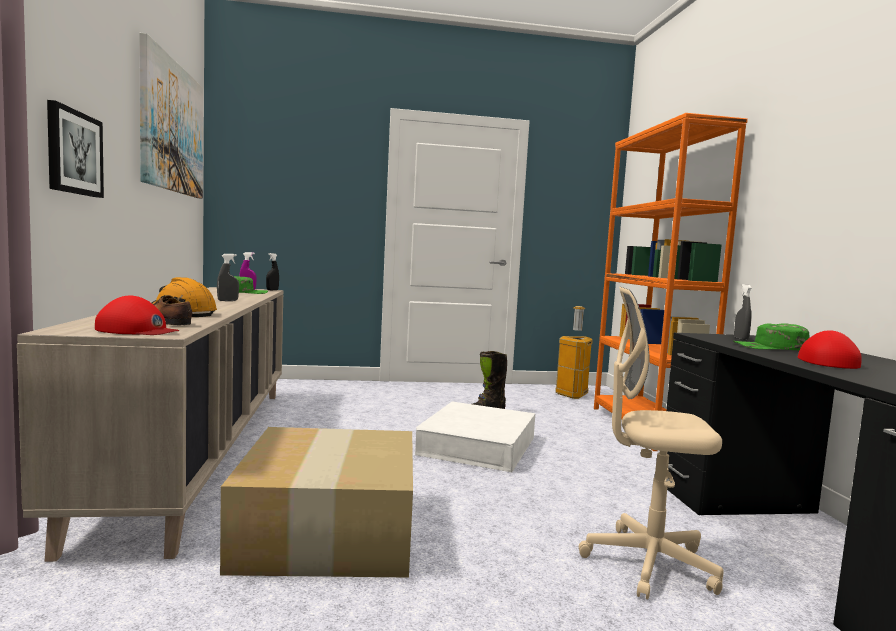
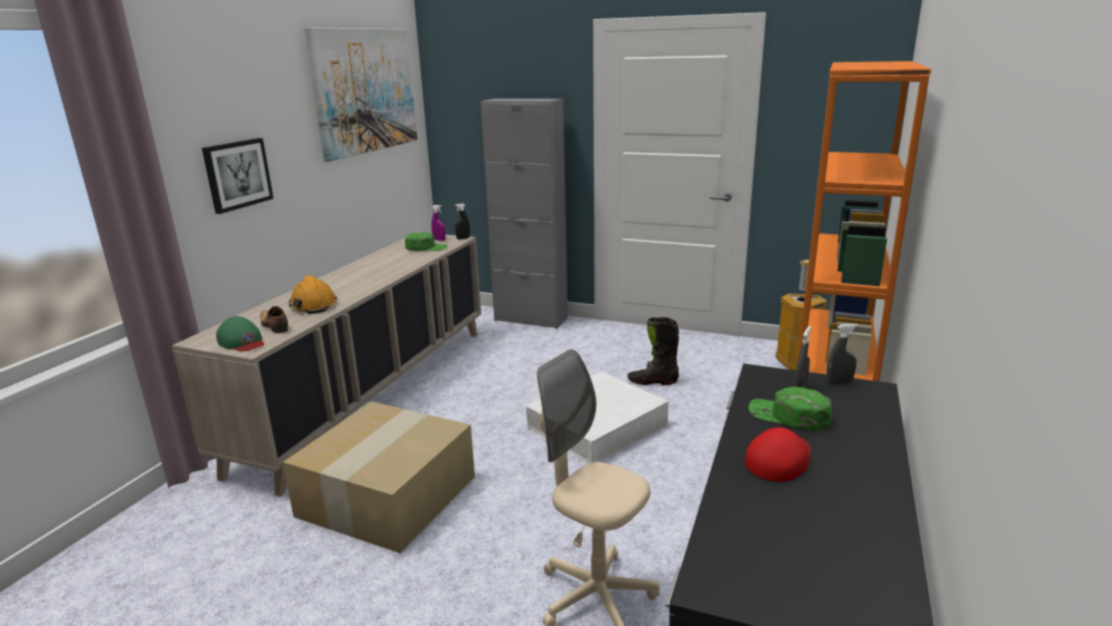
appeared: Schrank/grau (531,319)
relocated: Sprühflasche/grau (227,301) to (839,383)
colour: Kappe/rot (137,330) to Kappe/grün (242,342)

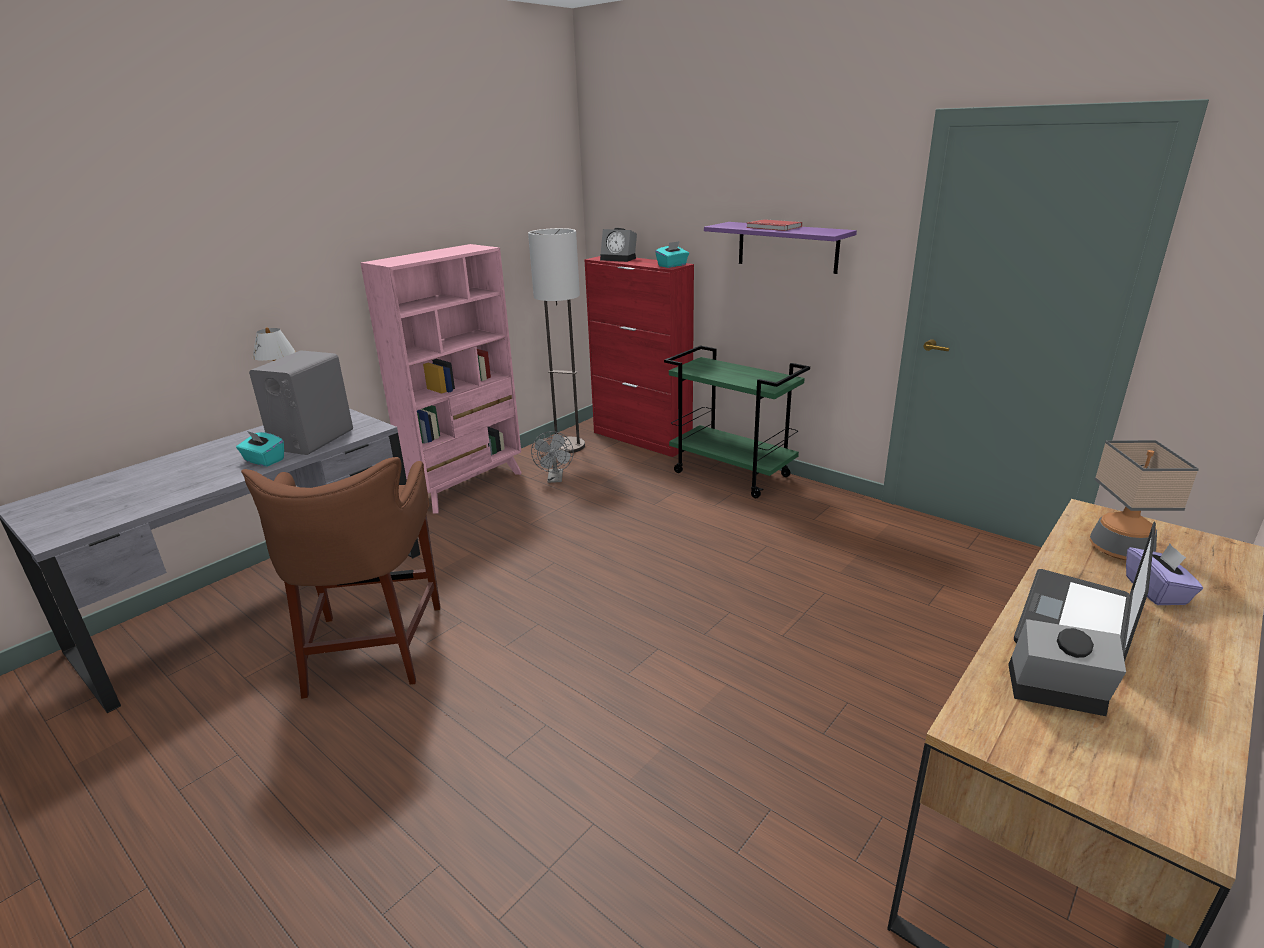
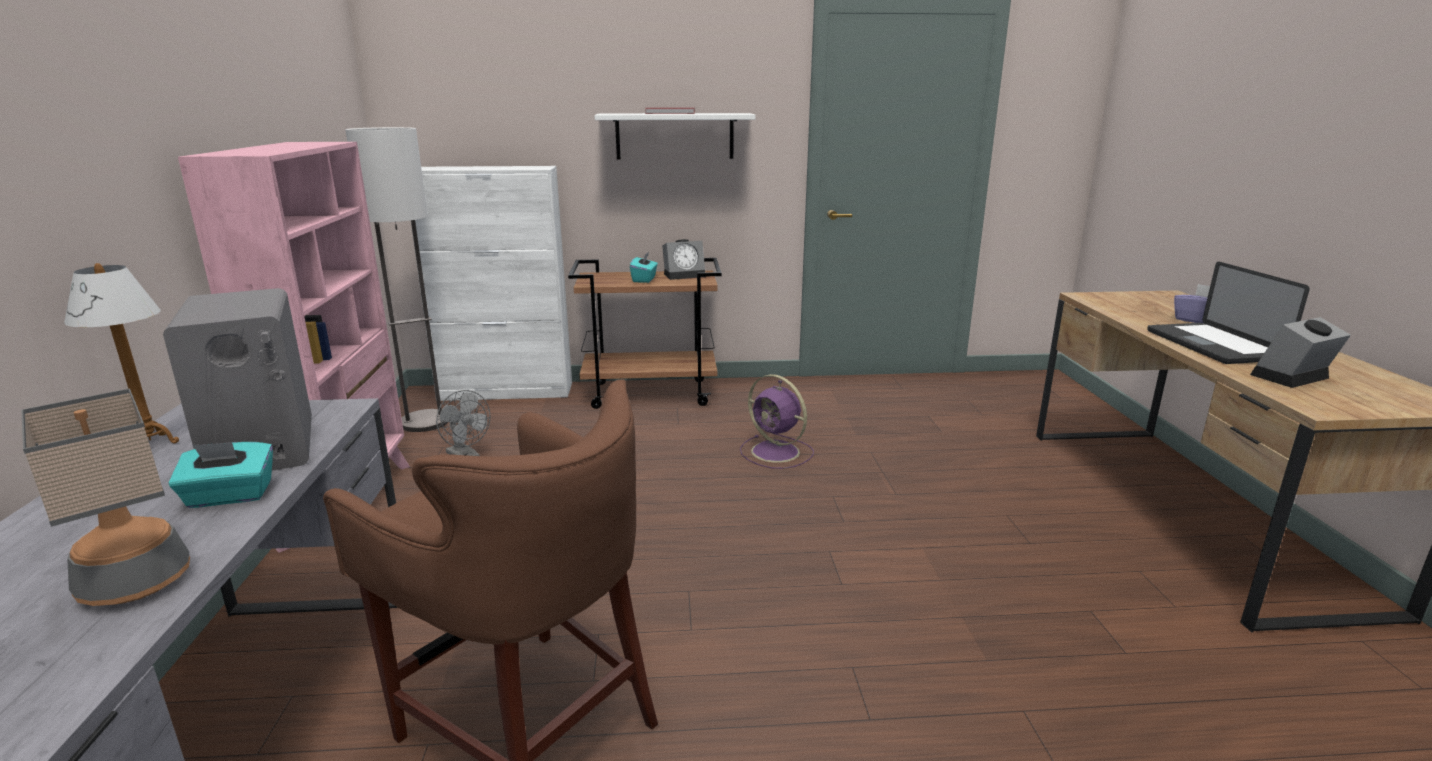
appeared: Ventilator/lila (777,452)
relocated: Wecker (620,259) to (685,275); Taschentuchbox/türkis (672,265) to (644,279); Tischlampe (1120,550) to (135,584)
colour: Wandregal/lila (787,247) to Wandregal/weiß (674,136); Schrank/rot (642,439) to Schrank/weiß (507,391); Rollwagen/grün (732,474) to Rollwagen/braun (651,393)

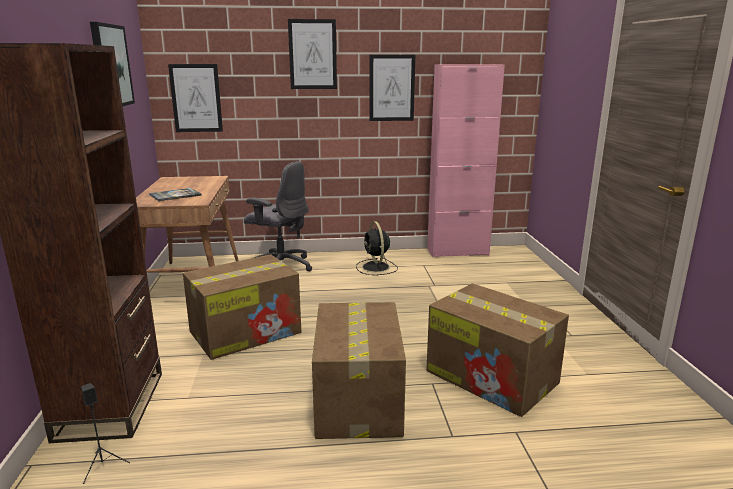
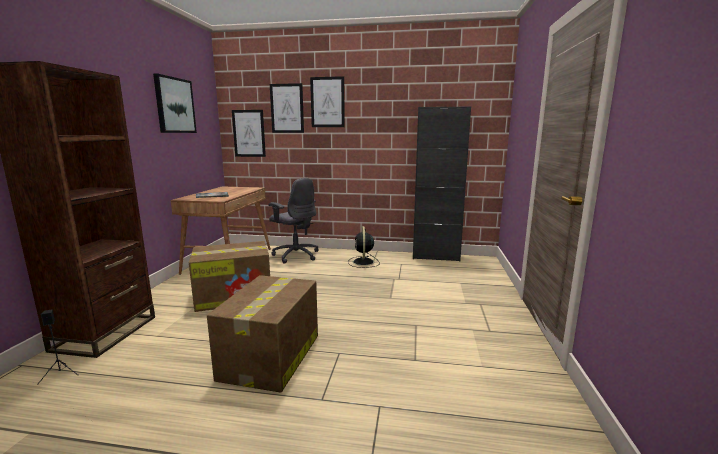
missing: Karton (493,377)
relocated: Bild (391,88) to (287,108)
colour: Schrank/rosa (457,252) to Schrank/schwarz (435,257)

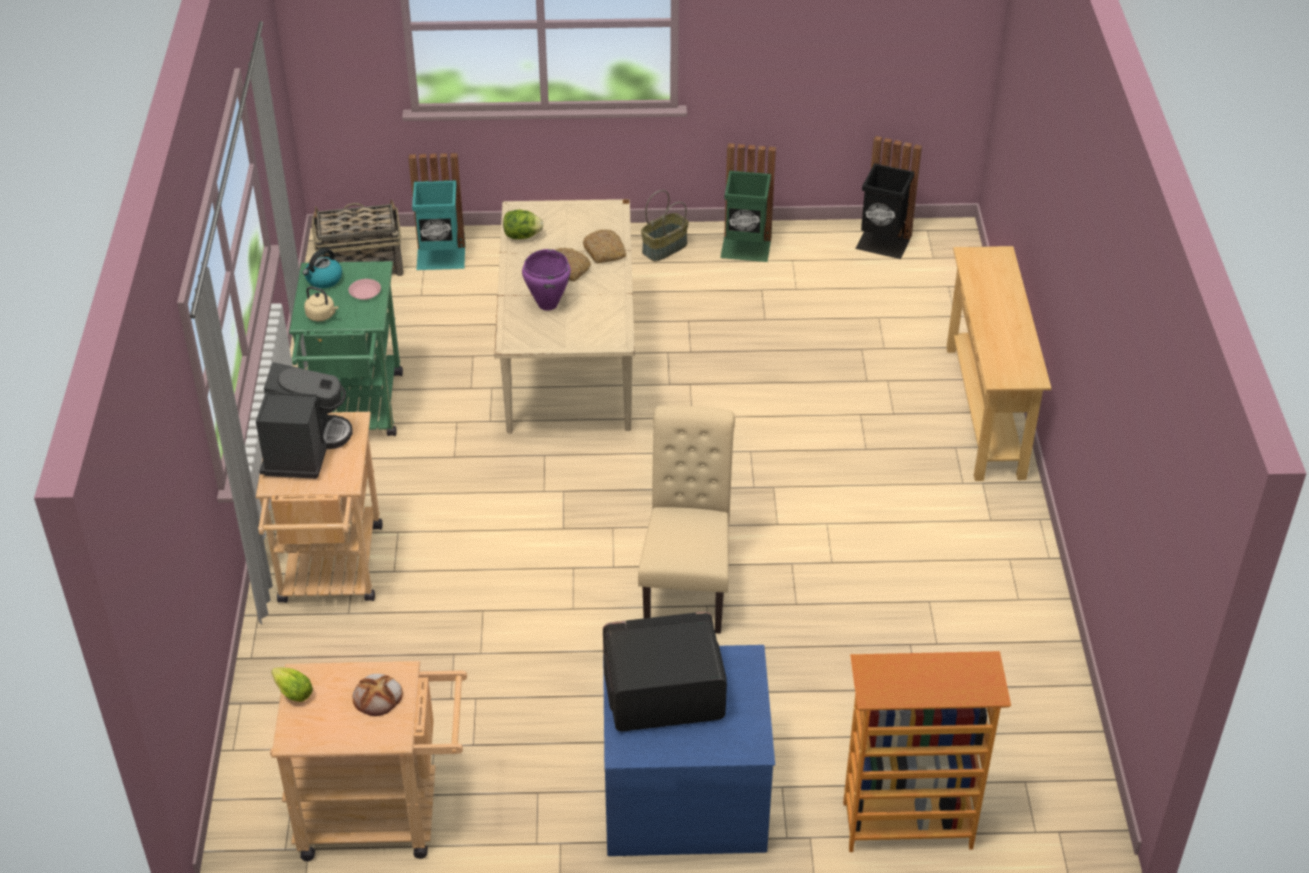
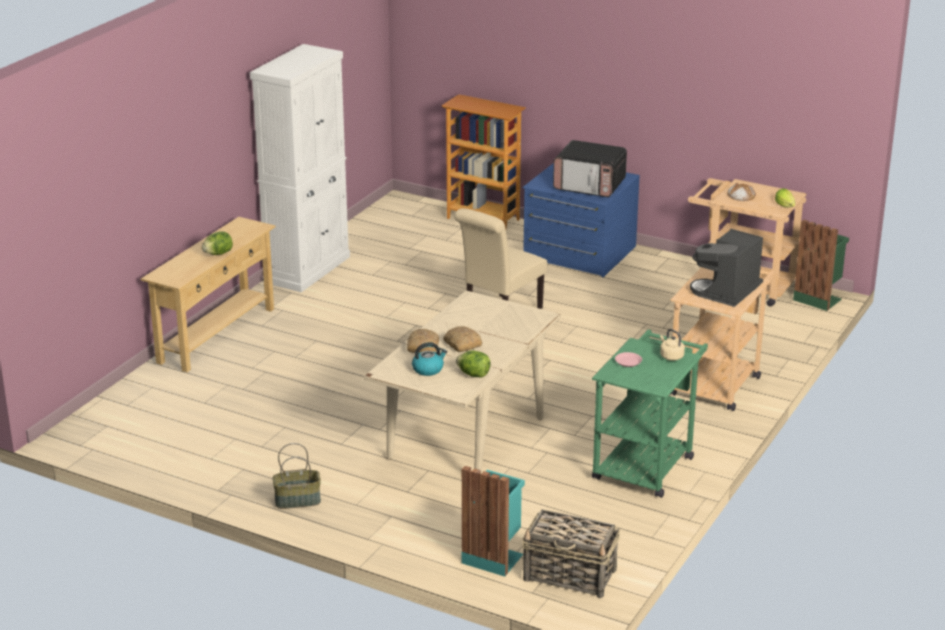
missing: Mülleimer/schwarz (883,244); Kochtopf/lila (547,304)
appeared: Schrank/weiß (307,269); Salatkopf (218,254)
relocated: Mülleimer/grün (746,249) to (818,298); Wasserkessel (323,279) to (428,369)

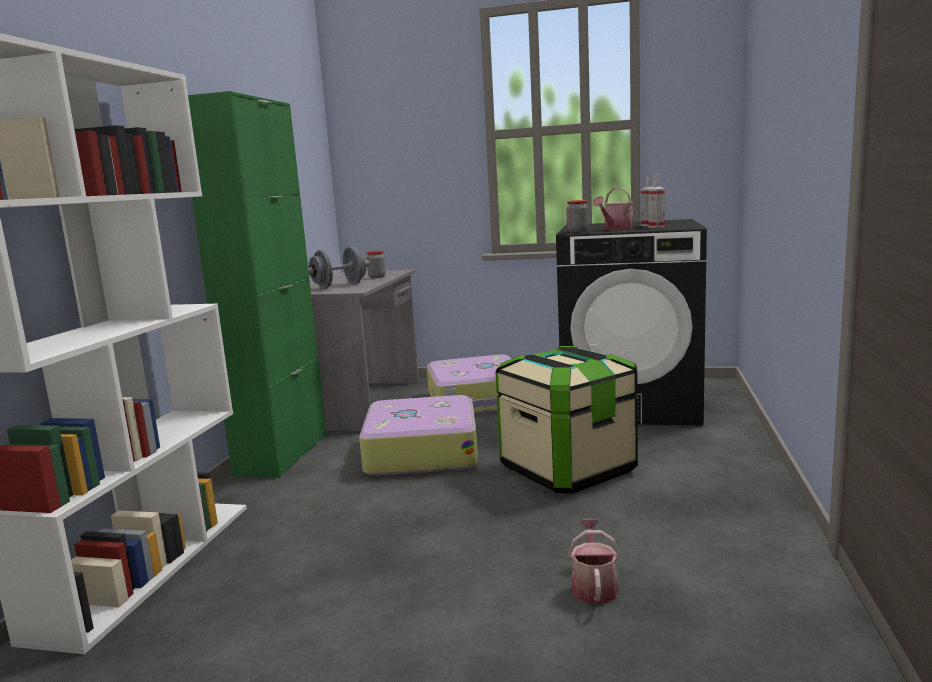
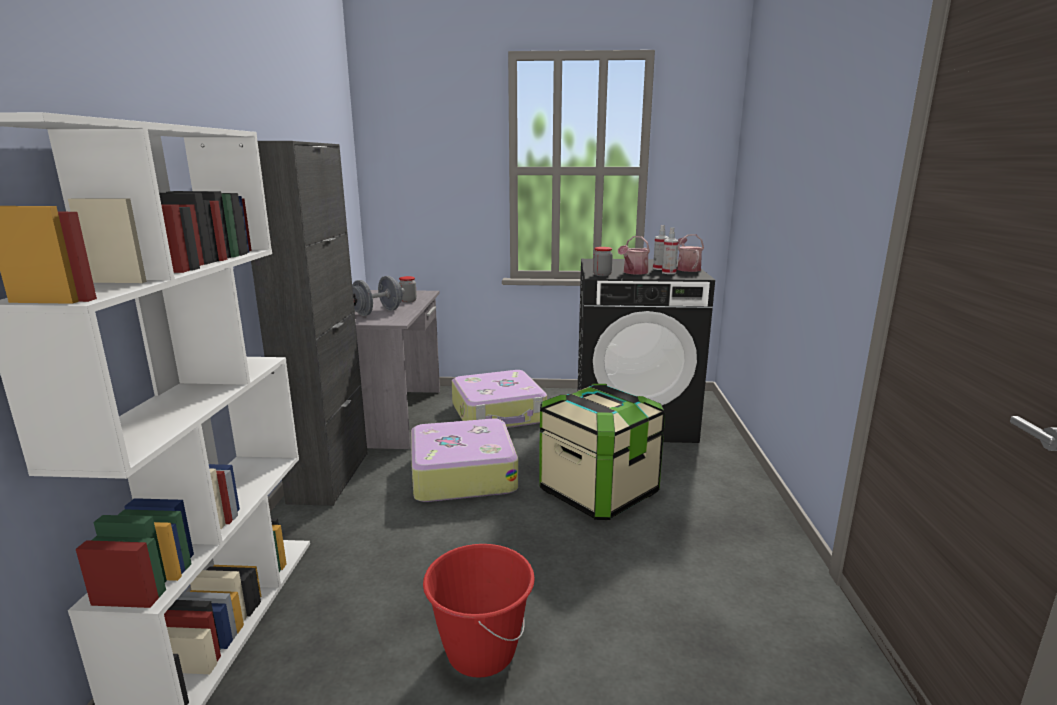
appeared: Eimer/rot (480,651)
relocated: Gießkanne (593,586) to (687,269)
colour: Schrank/grün (282,454) to Schrank/schwarz (329,477)

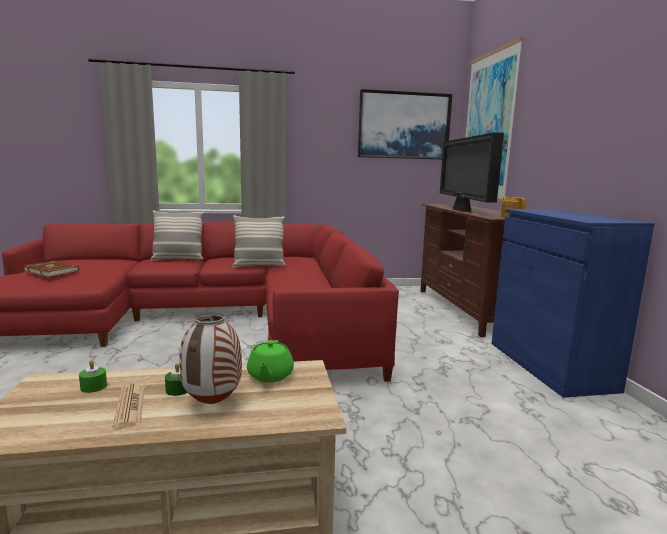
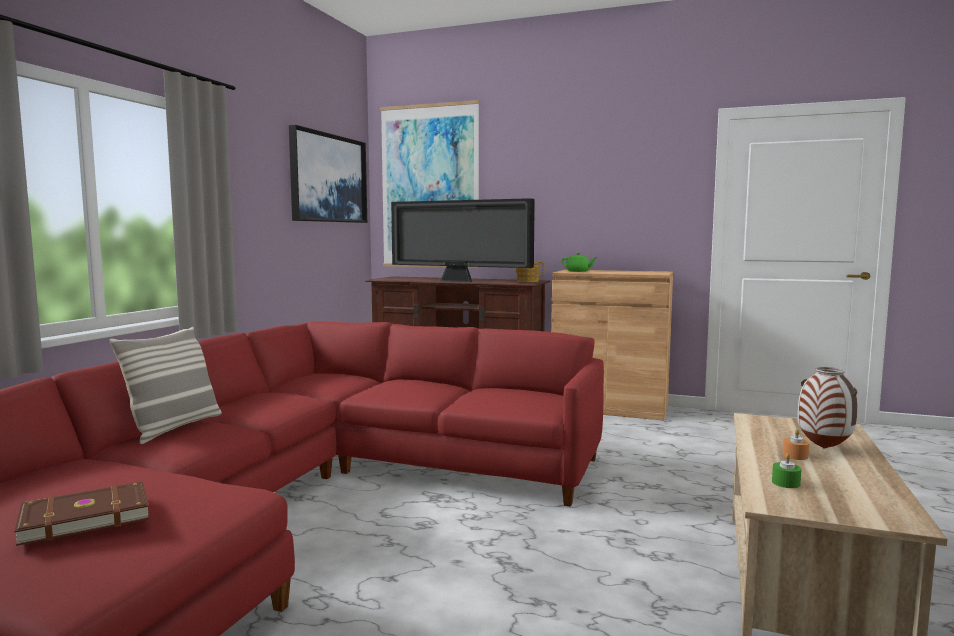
missing: Kissen (259,265); Zeitung (130,406)
relocated: Teekanne/grün (270,376) to (578,271)
colour: Schrank/blau (549,365) to Schrank/braun (609,408); Kerze/grün (178,389) to Kerze/orange (795,456)

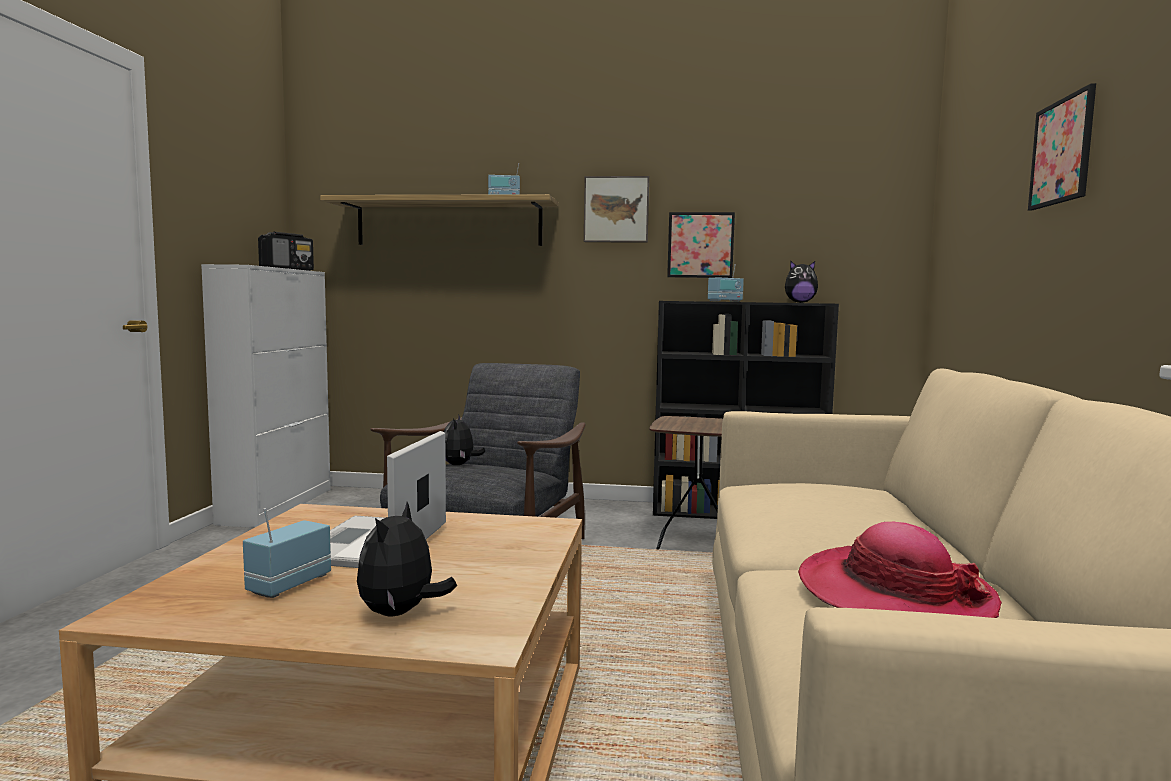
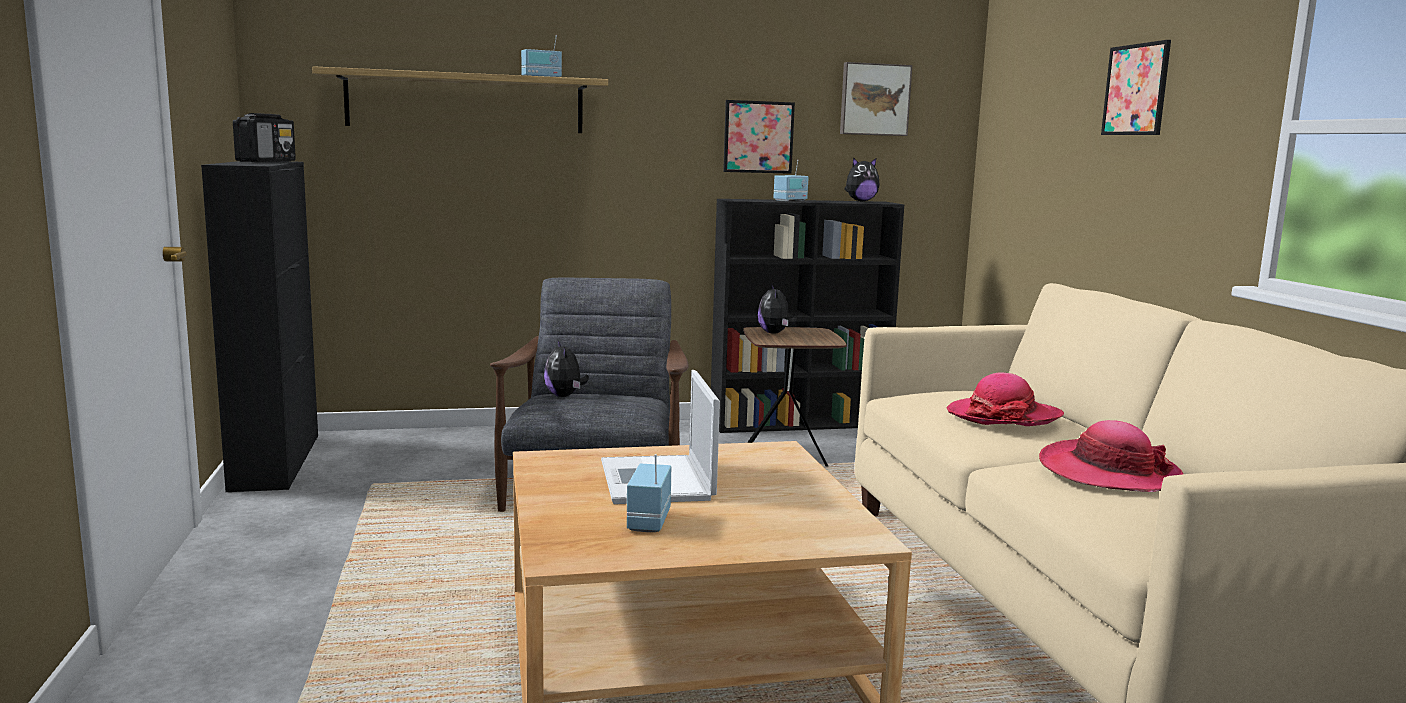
appeared: Hut (1004,416)
relocated: Bild (616,210) to (874,99); Plüschtier (401,613) to (775,333)
colour: Schrank/weiß (278,505) to Schrank/schwarz (276,461)

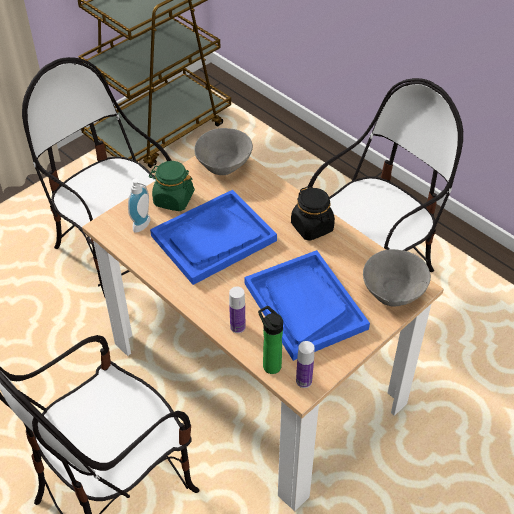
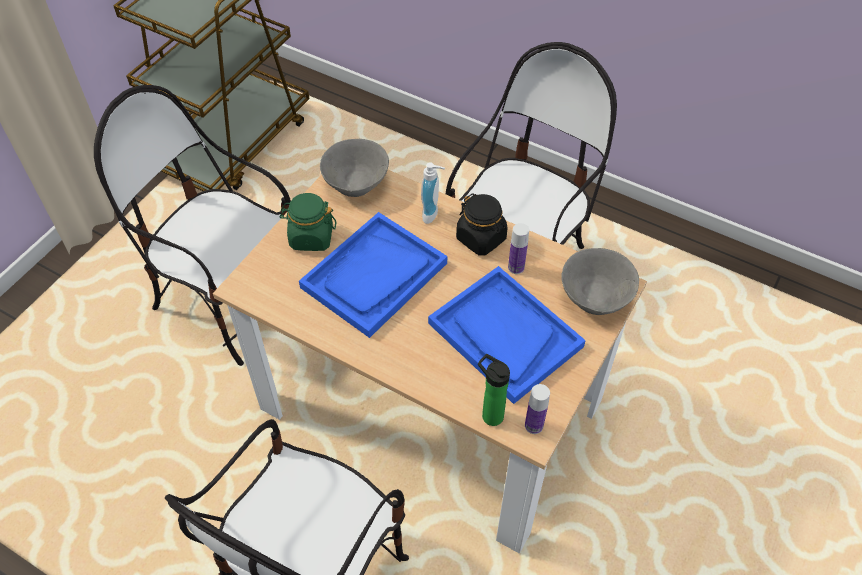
relocated: Seifenspender (144,225) to (433,214); Flasche (237,327) to (516,267)

